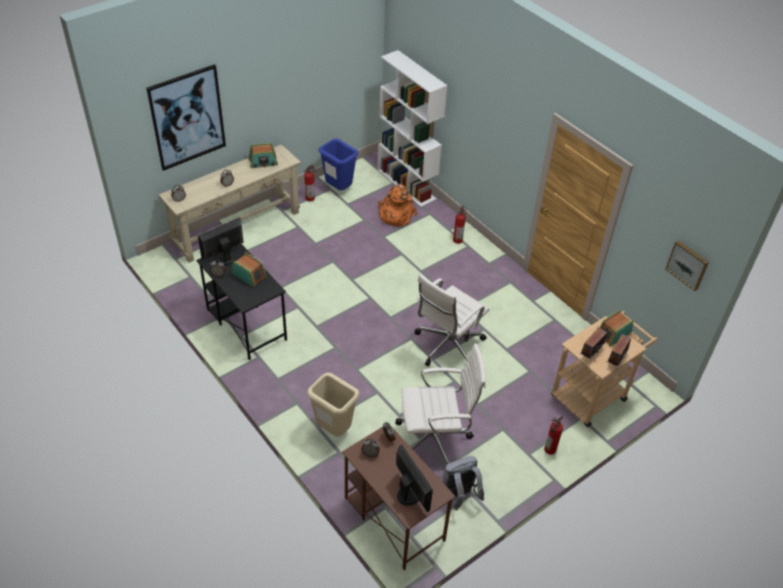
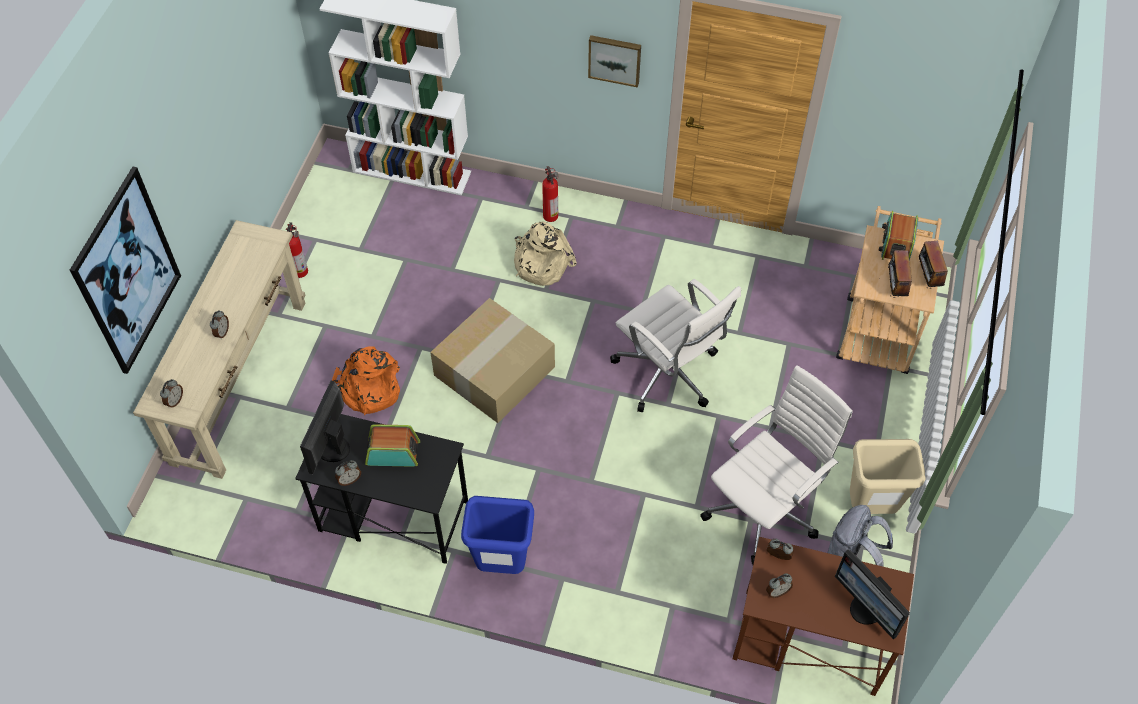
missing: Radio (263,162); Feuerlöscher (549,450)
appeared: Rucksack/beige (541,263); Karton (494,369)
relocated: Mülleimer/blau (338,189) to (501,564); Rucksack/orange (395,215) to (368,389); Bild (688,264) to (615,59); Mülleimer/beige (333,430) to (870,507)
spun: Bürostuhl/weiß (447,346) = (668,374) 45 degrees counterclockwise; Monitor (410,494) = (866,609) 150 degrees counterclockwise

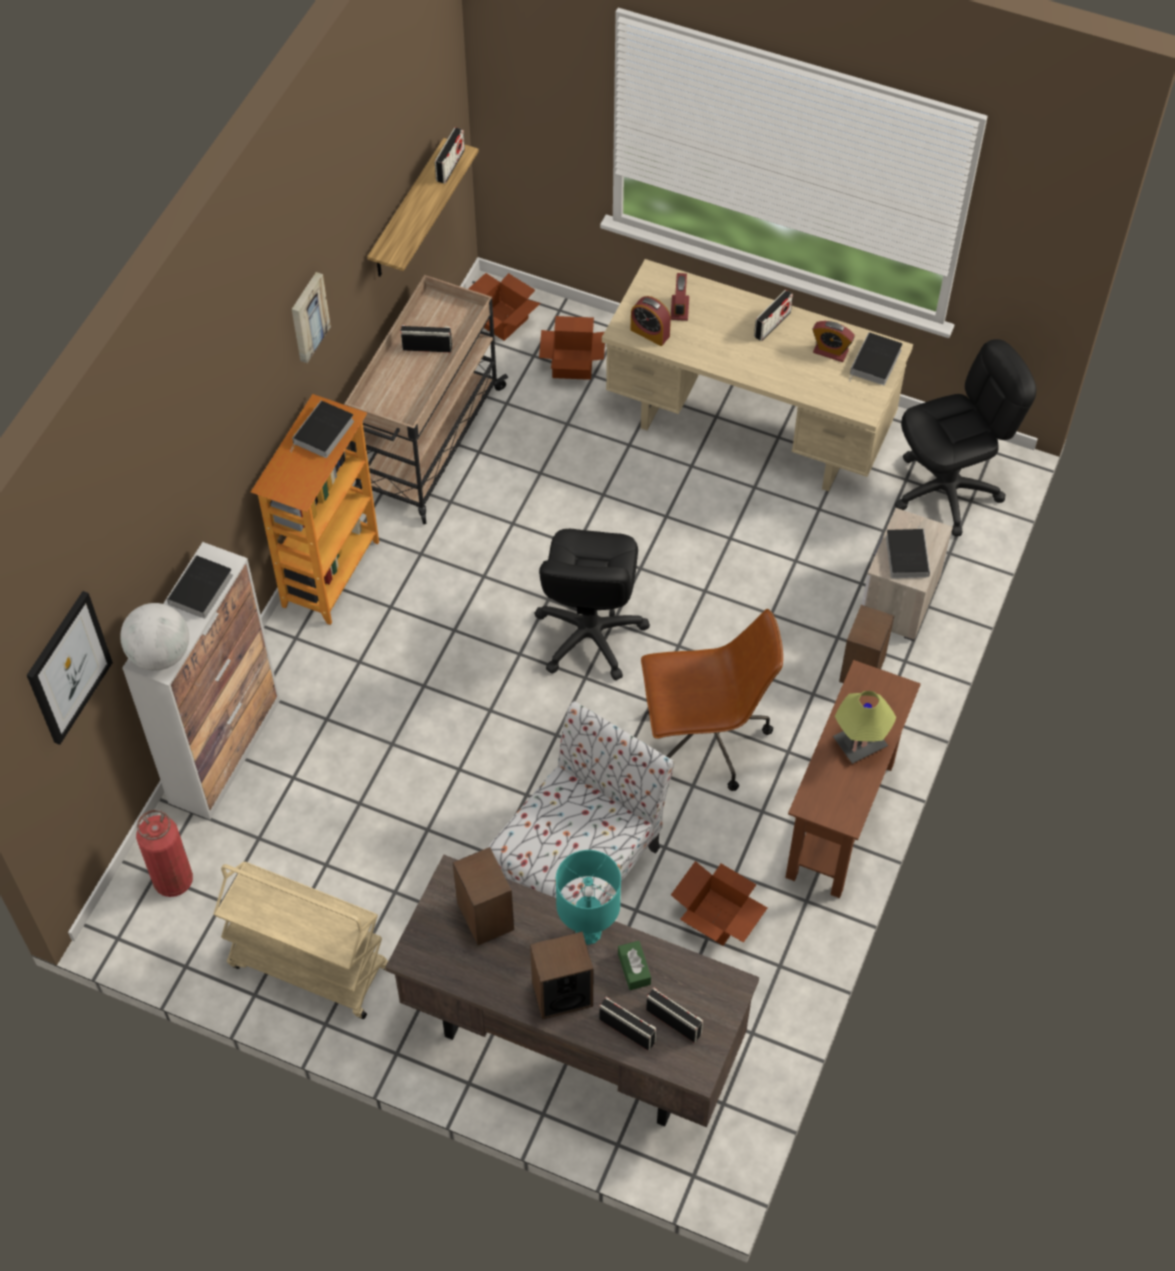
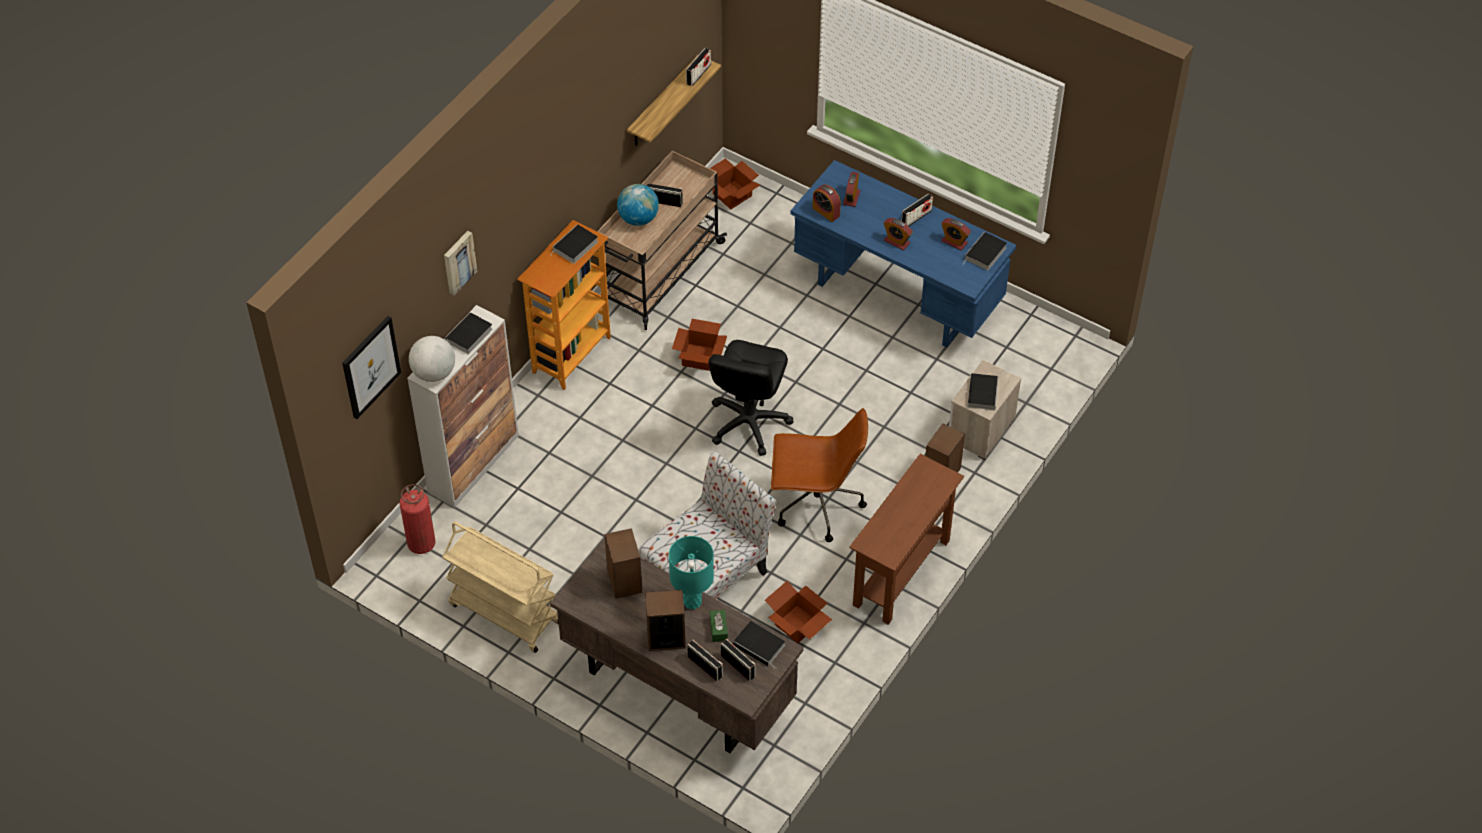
missing: Bürostuhl/schwarz (946,491); Tischlampe (859,743)
appeared: Globus (638,218); Wecker (897,242); Buch (760,646)
relocated: Bild (308,316) to (458,262); Karton (573,363) to (700,356)
colour: Schreibtisch/beige (750,429) to Schreibtisch/blau (898,296)

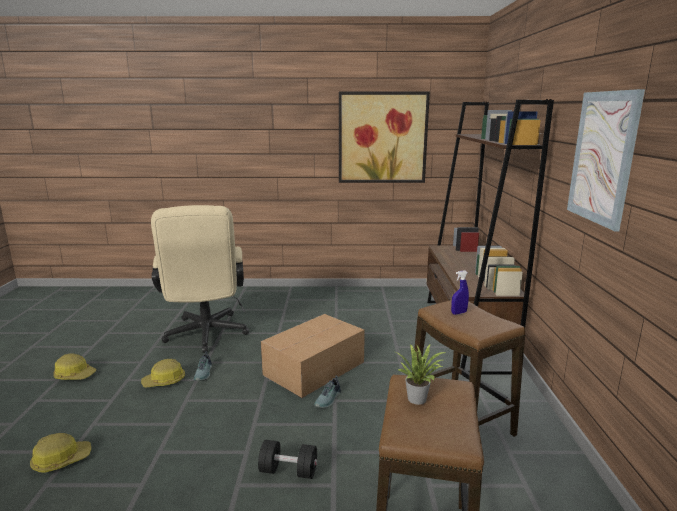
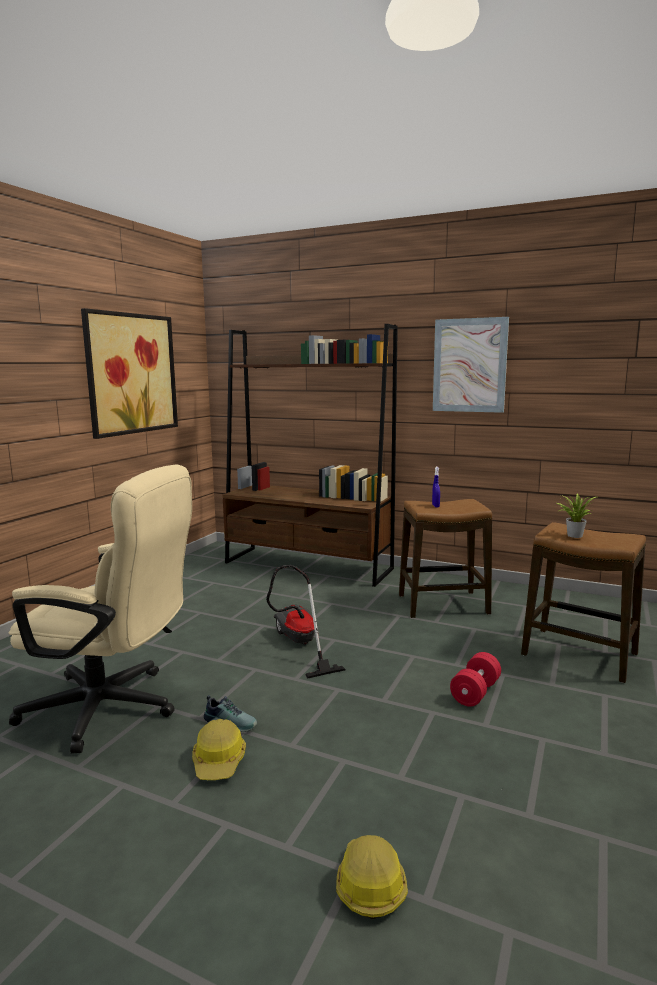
missing: Schutzhelm (75,375); Schuh (329,399)
exchanged: Karton (316,368) to Staubsauger (299,644)
colour: Hantel/schwarz (288,471) to Hantel/rot (475,692)

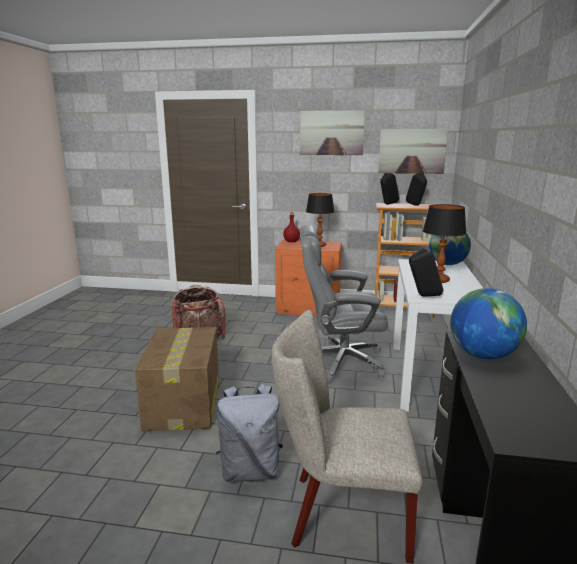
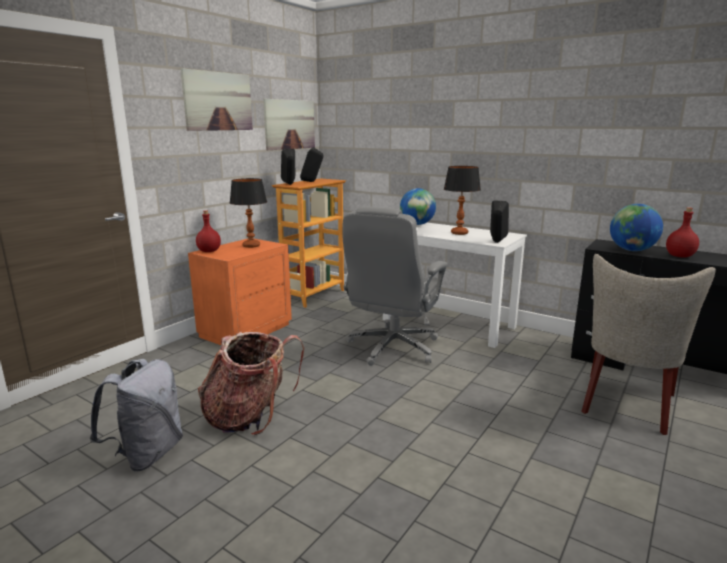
missing: Karton (183,403)
appeared: Flasche/rot (680,256)
relocated: Rucksack/grau (250,470) to (147,454)

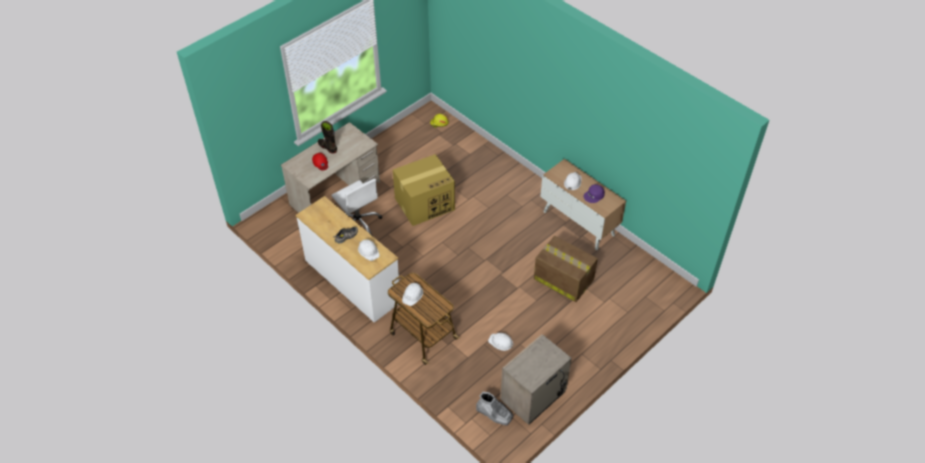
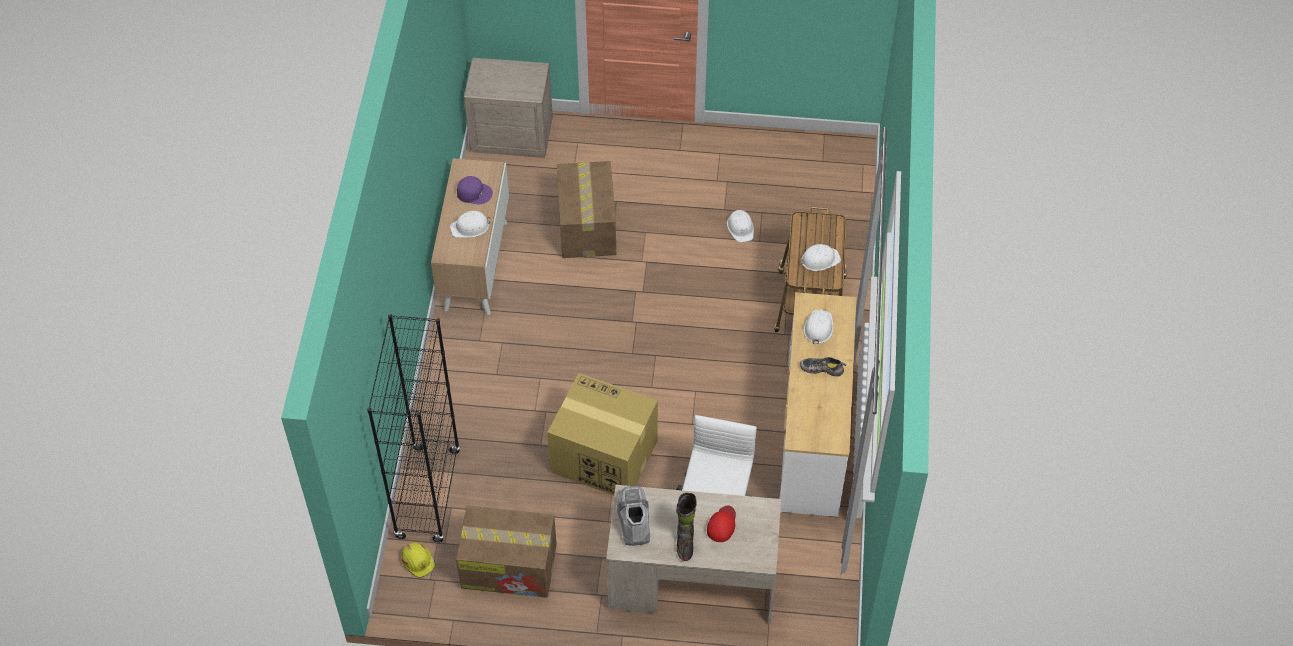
appeared: Bücherregal/schwarz (428,494); Karton (510,566)
relocated: Nachttisch/beige (534,397) to (512,136); Stiefel/grau (494,413) to (633,518)

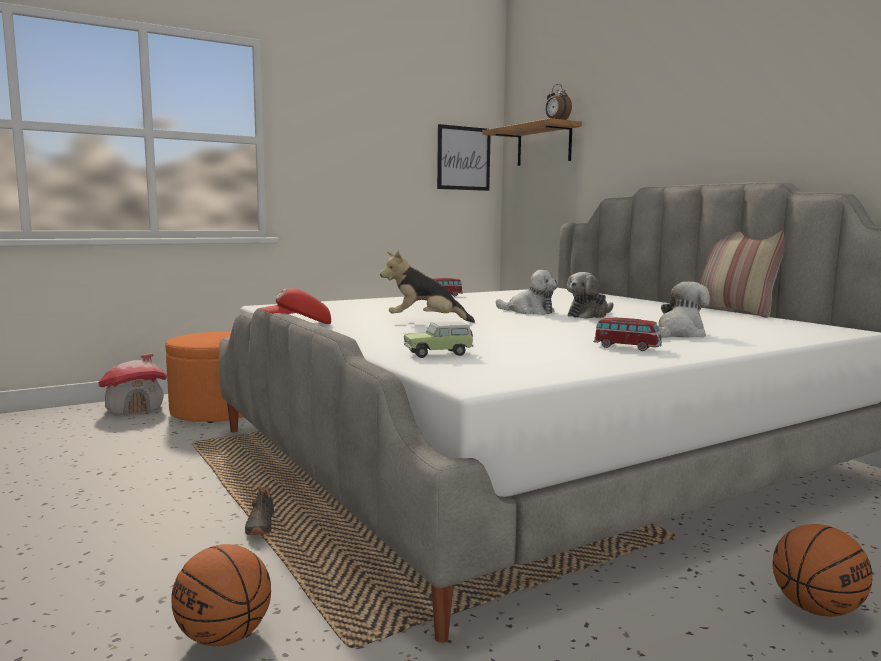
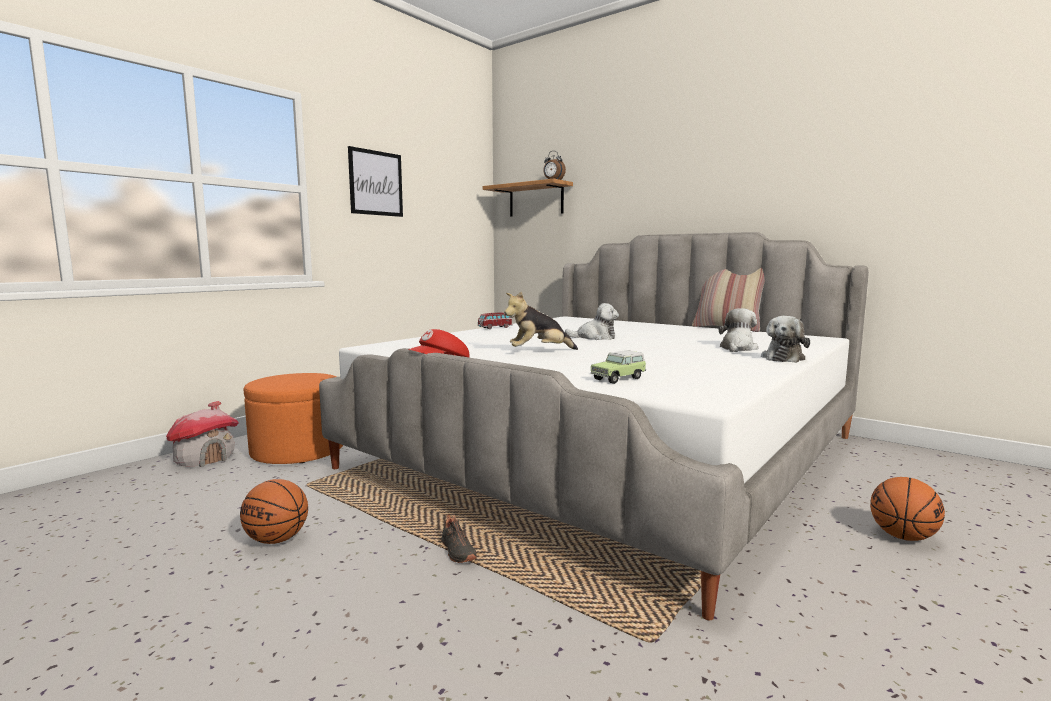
missing: Spielzeugauto (627,347)
relocated: Bild (463,158) to (376,183); Plüschtier (589,315) to (783,358); Basketball (223,637) to (276,540)

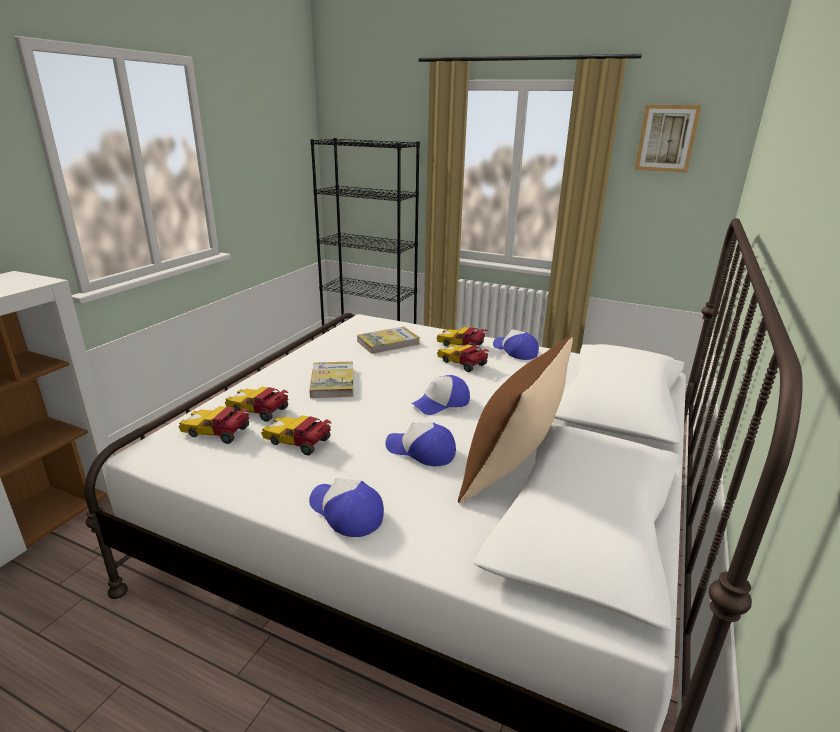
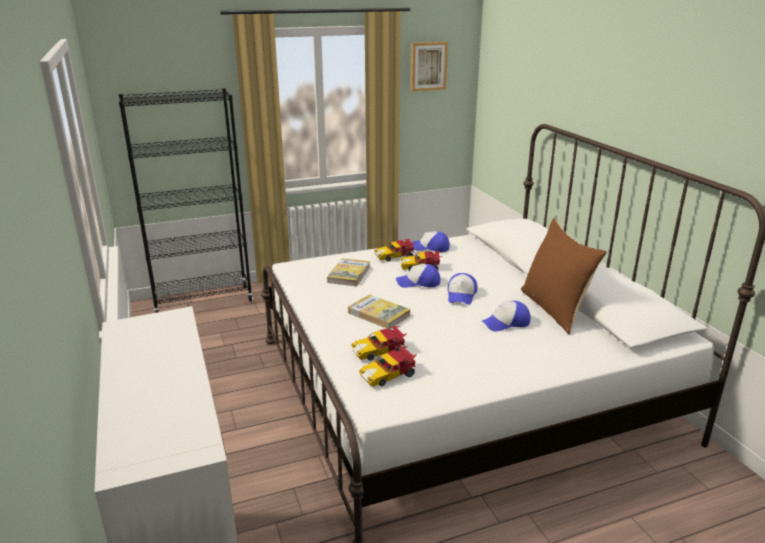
missing: Spielzeugauto (299,442)
relocated: Kappe (345,512) to (418,282)

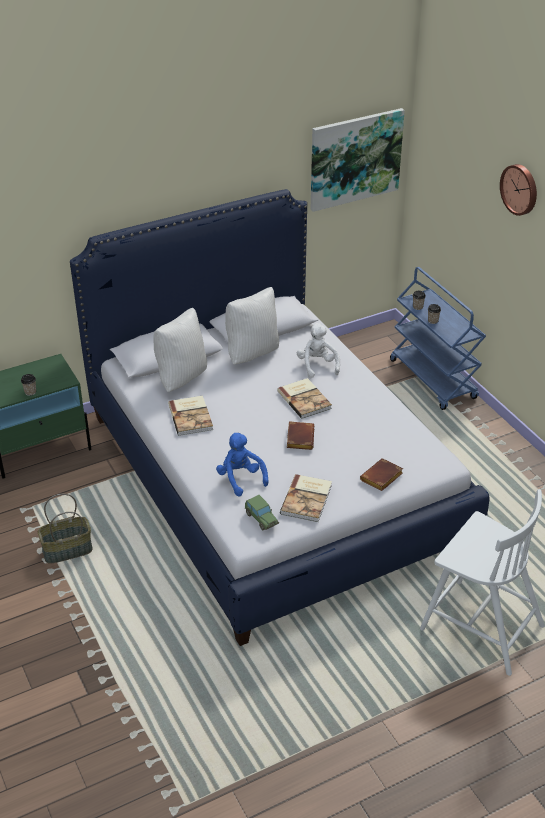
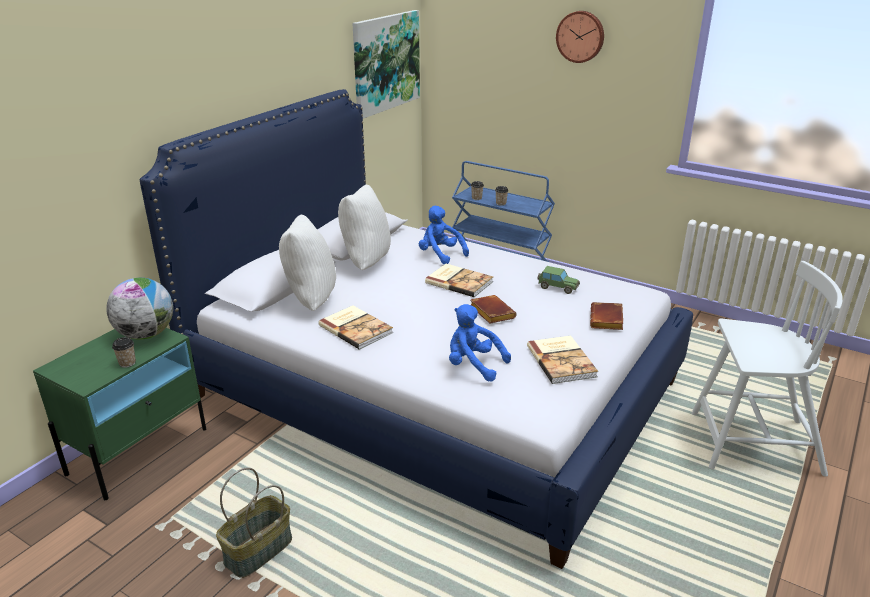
appeared: Globus (146,334)
relocated: Spielzeugauto (261,519) to (557,287)
colour: Plüschtier/weiß (317,365) to Plüschtier/blau (440,254)

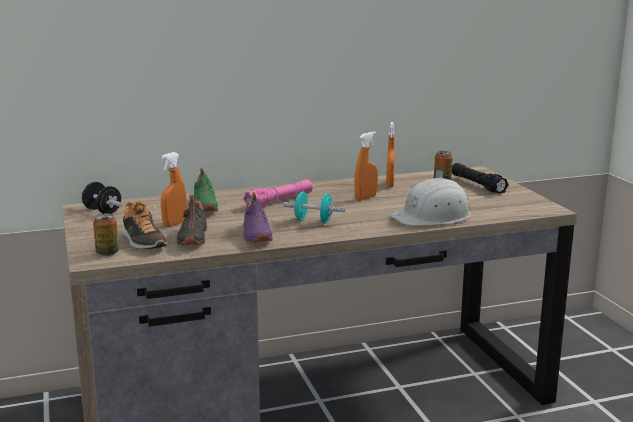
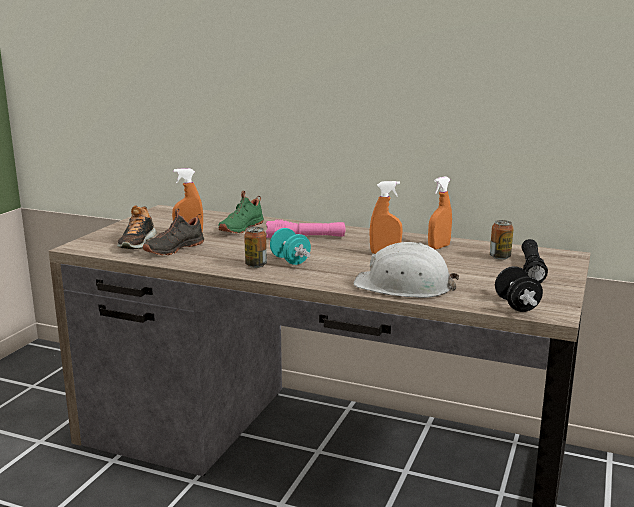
missing: Schuh/lila (255,235)
relocated: Hantel/schwarz (102,211) to (516,305); Dose (107,253) to (256,265)

